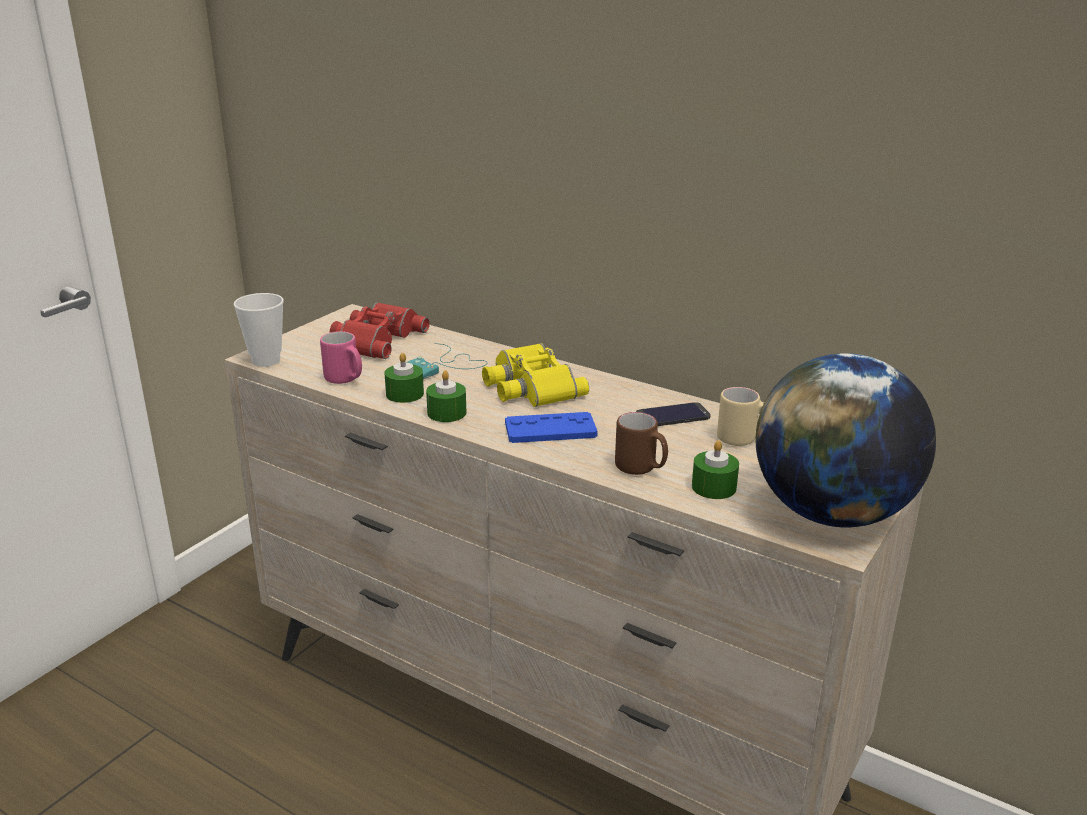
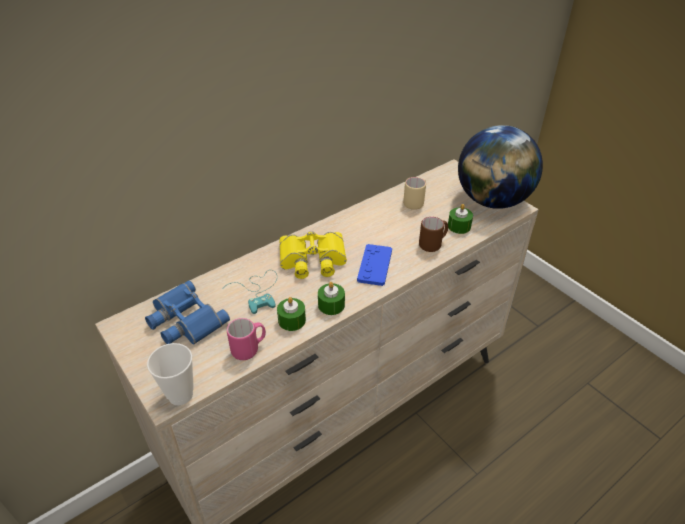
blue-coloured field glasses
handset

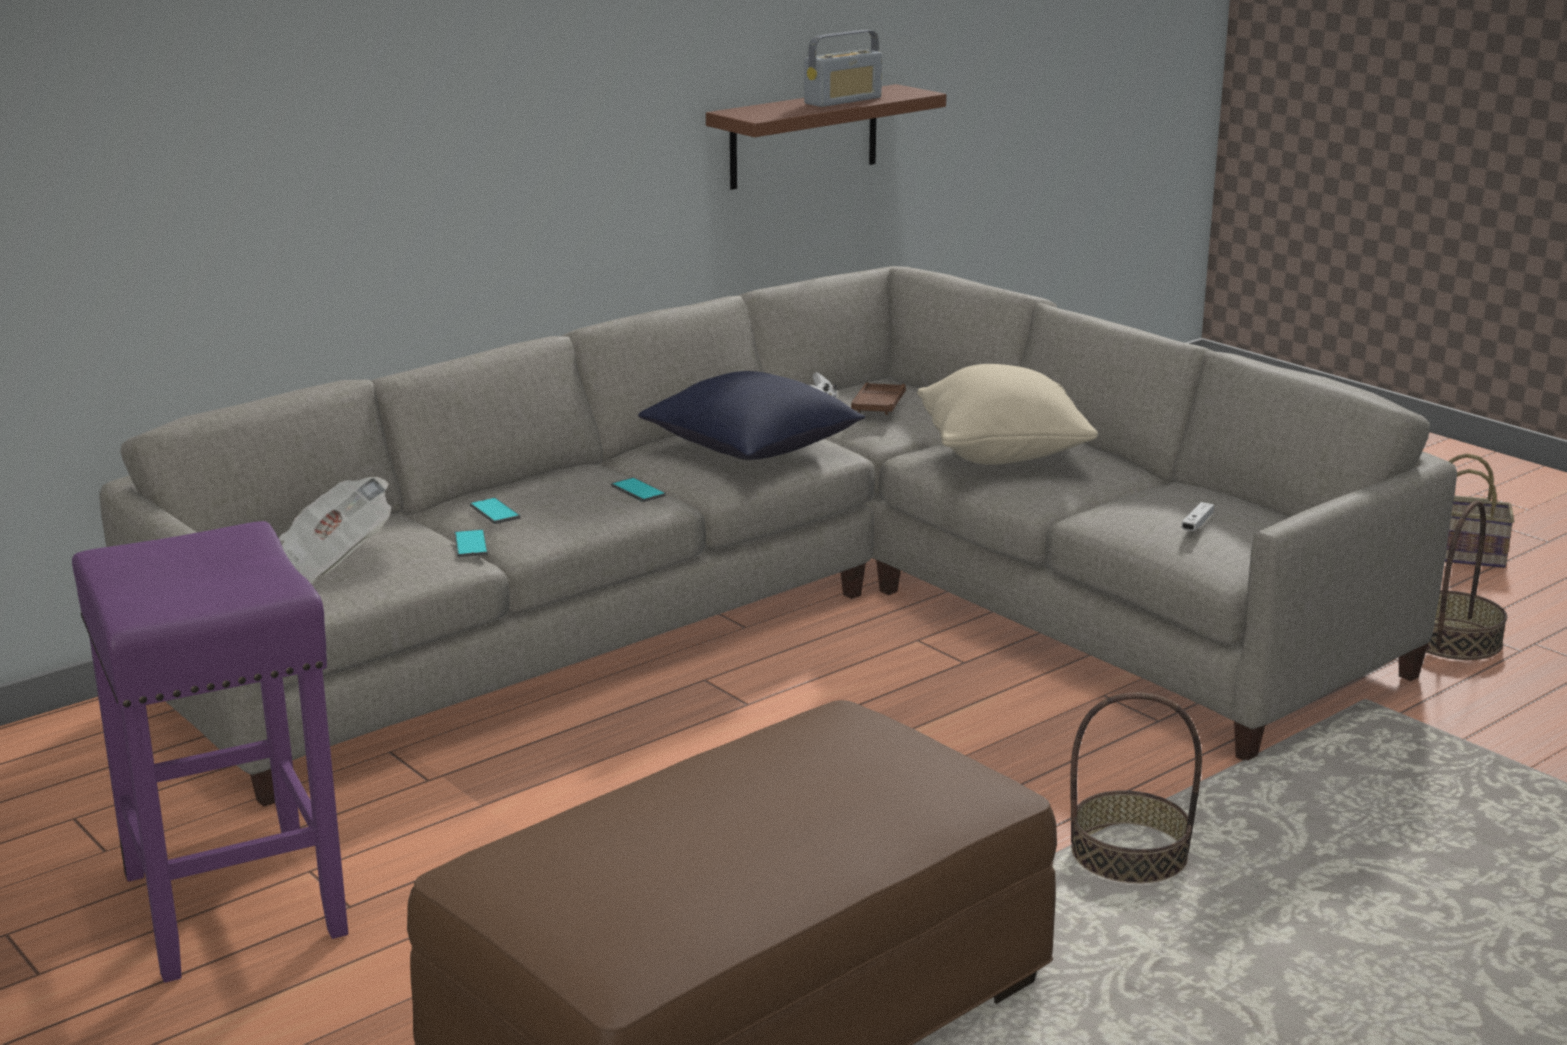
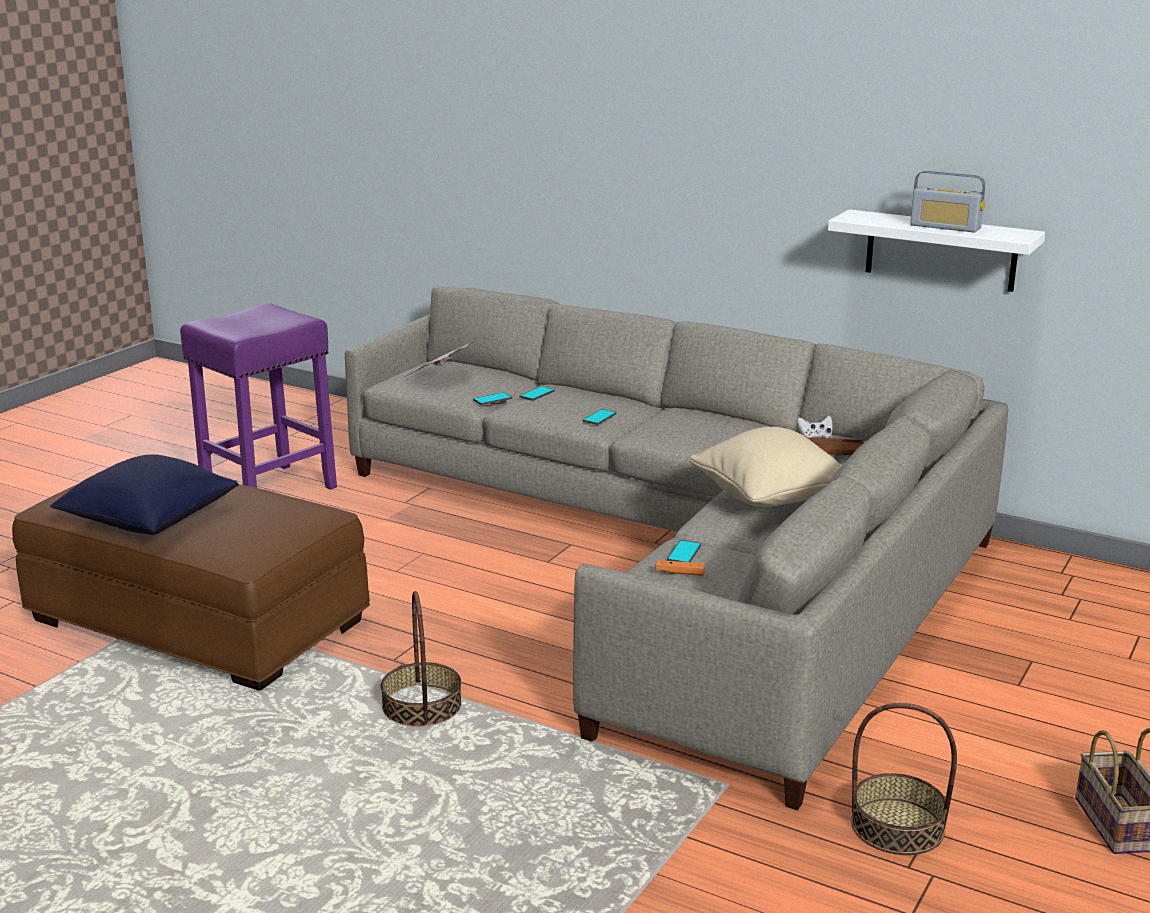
blue-coloured cushion
orange-coloured gamepad
handset (no. 4 from left)
white wall shelf

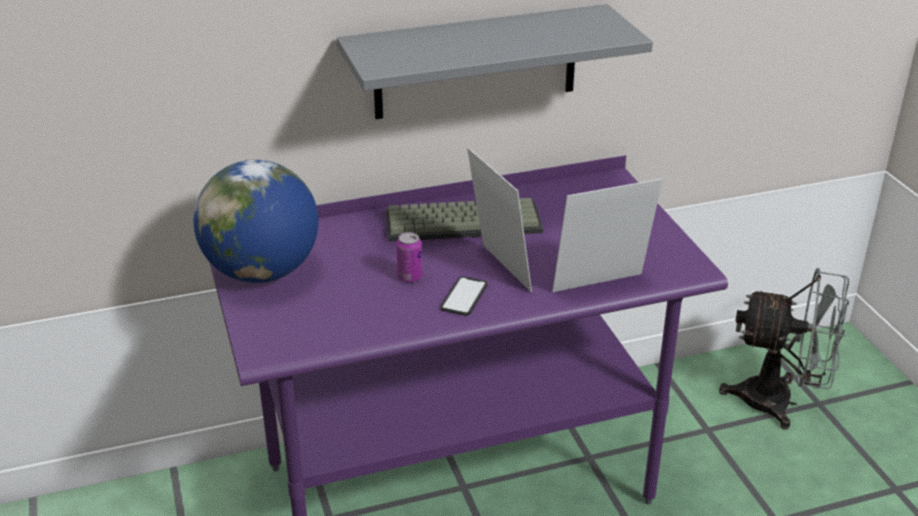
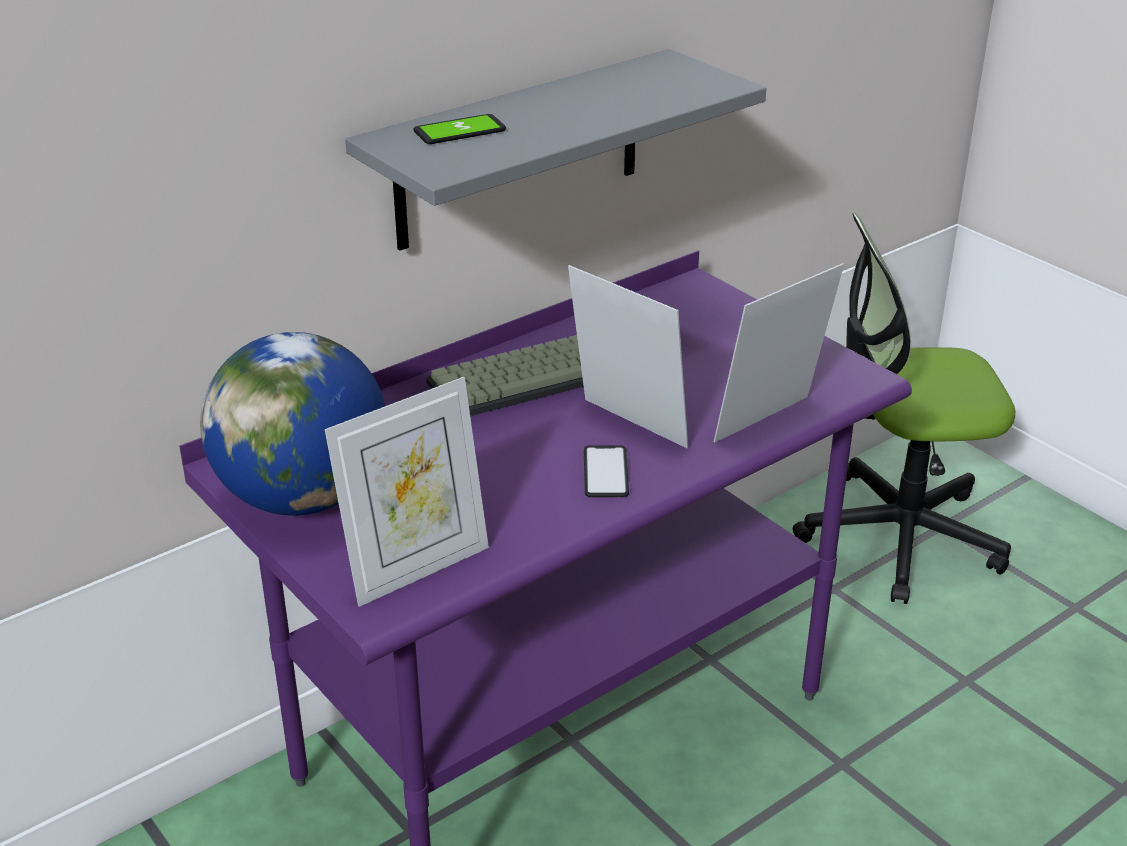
photo frame (no. 1 from left)
handset (no. 1 from left)
office chair
sealed can

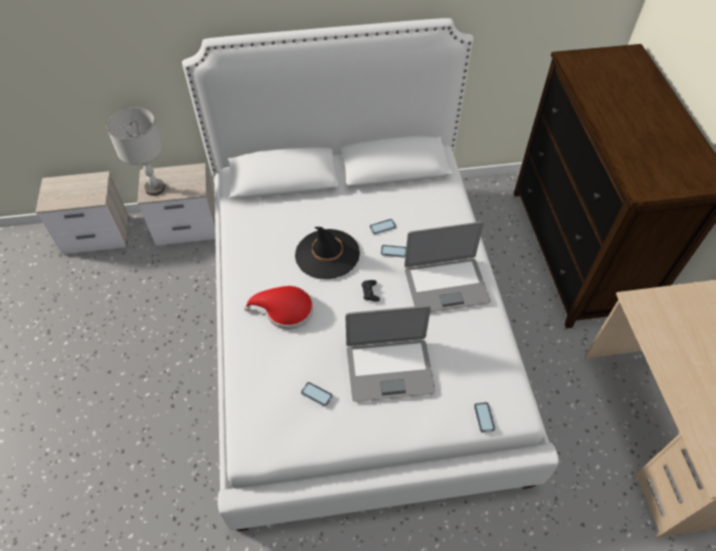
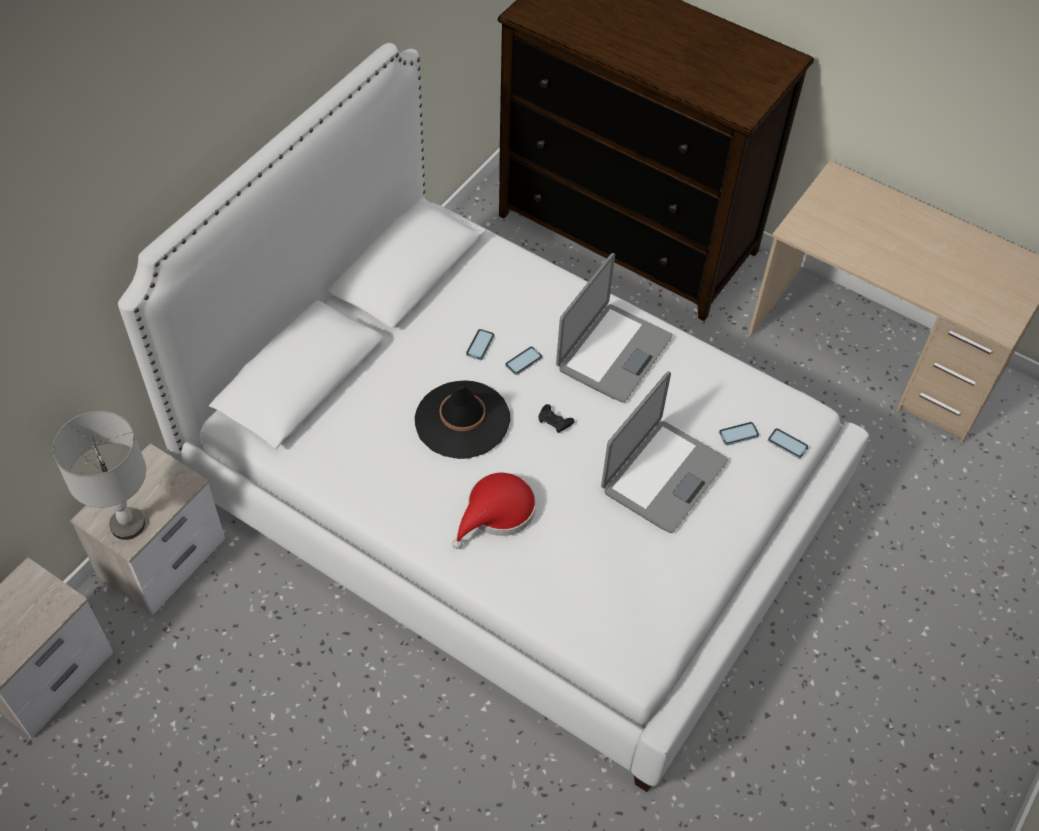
handset (no. 3 from left)

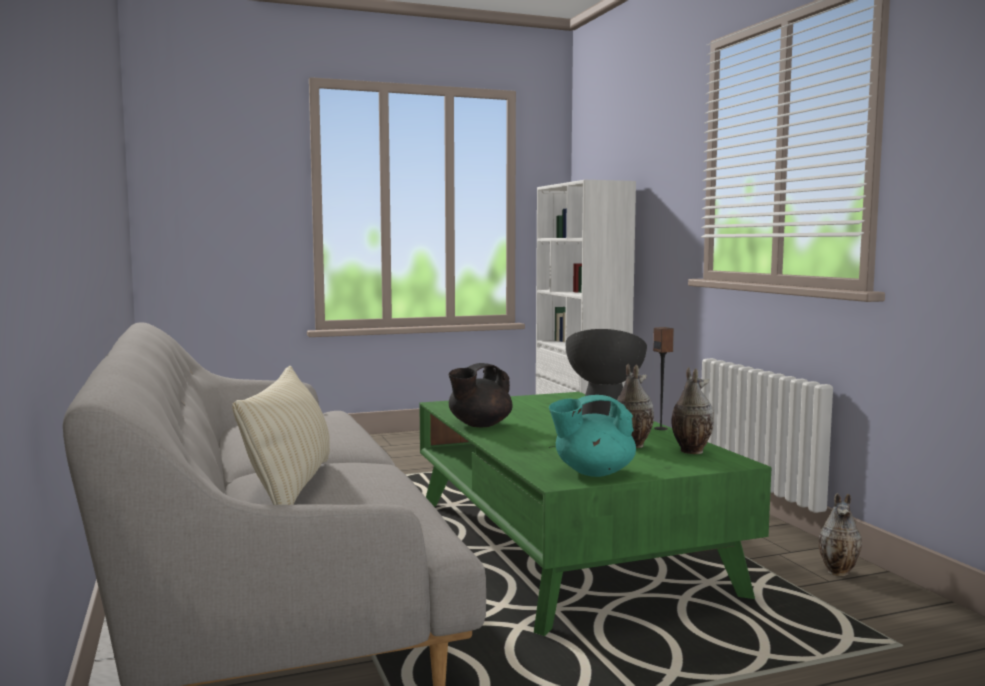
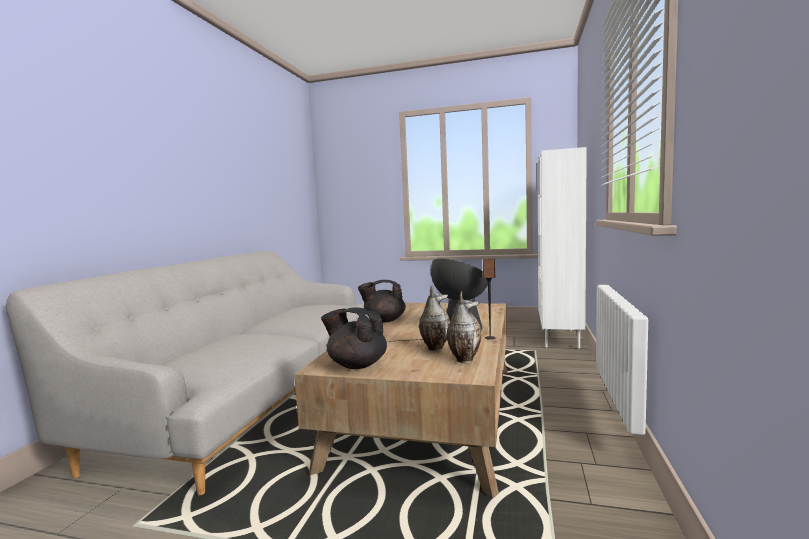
brown-coloured lounge table
black-coloured teapot (no. 1 from left)
beige cushion
flower vase (no. 3 from left in the first image)

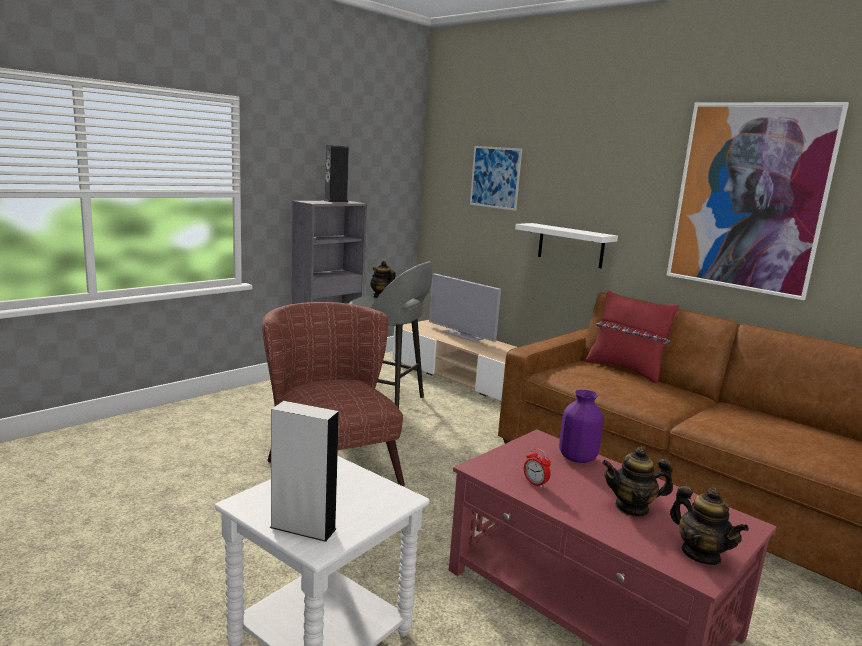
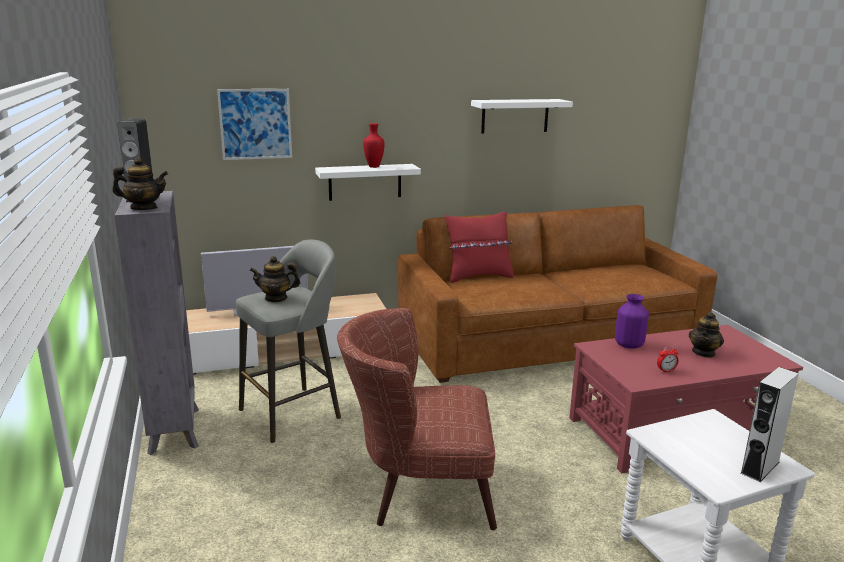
teapot (no. 1 from left)
red flower vase
white wall shelf (no. 2 from left)

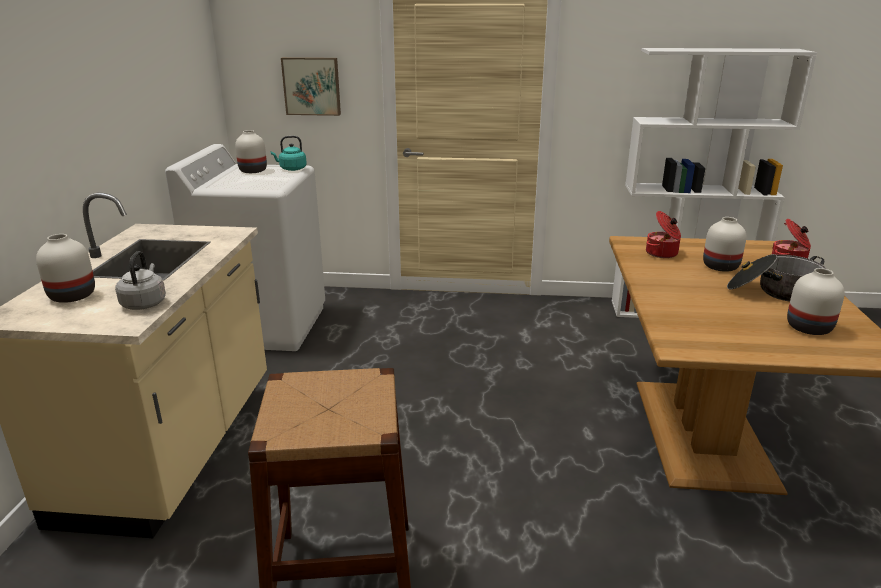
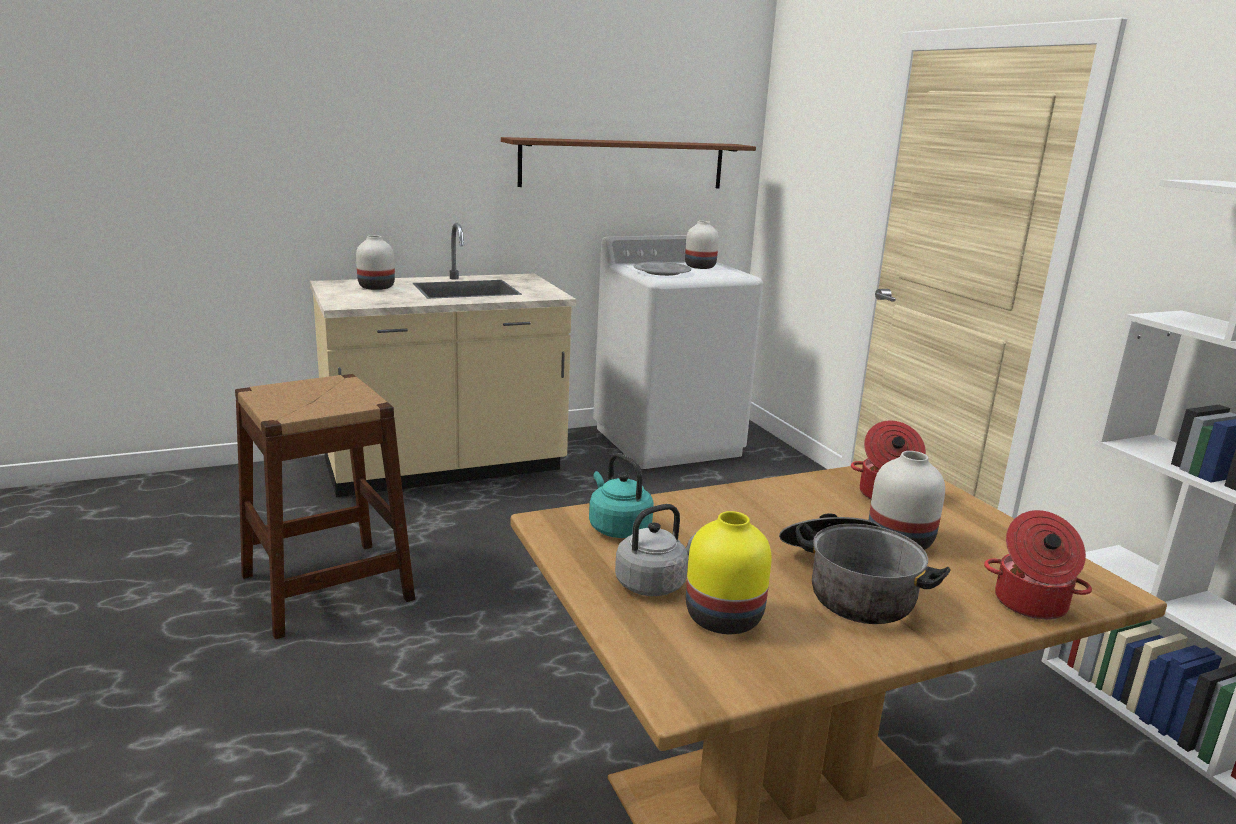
brown-coloured wall shelf
blue-green tea kettle
greyish tea kettle
greyish plate
yellowish flower vase
picture

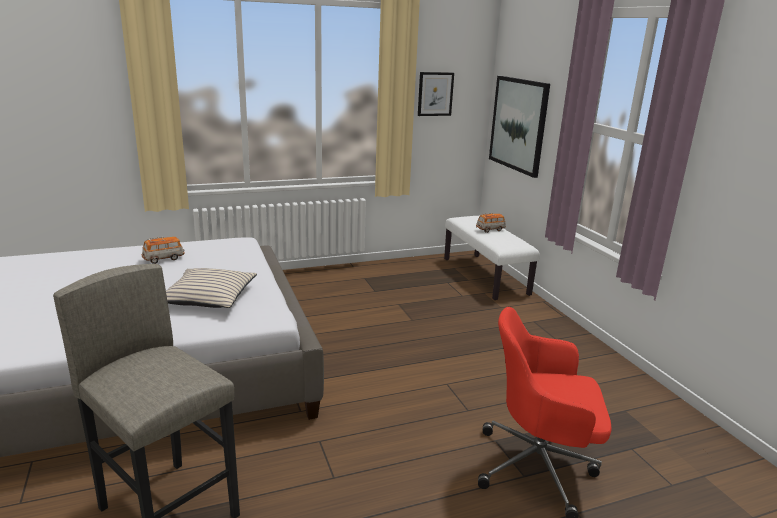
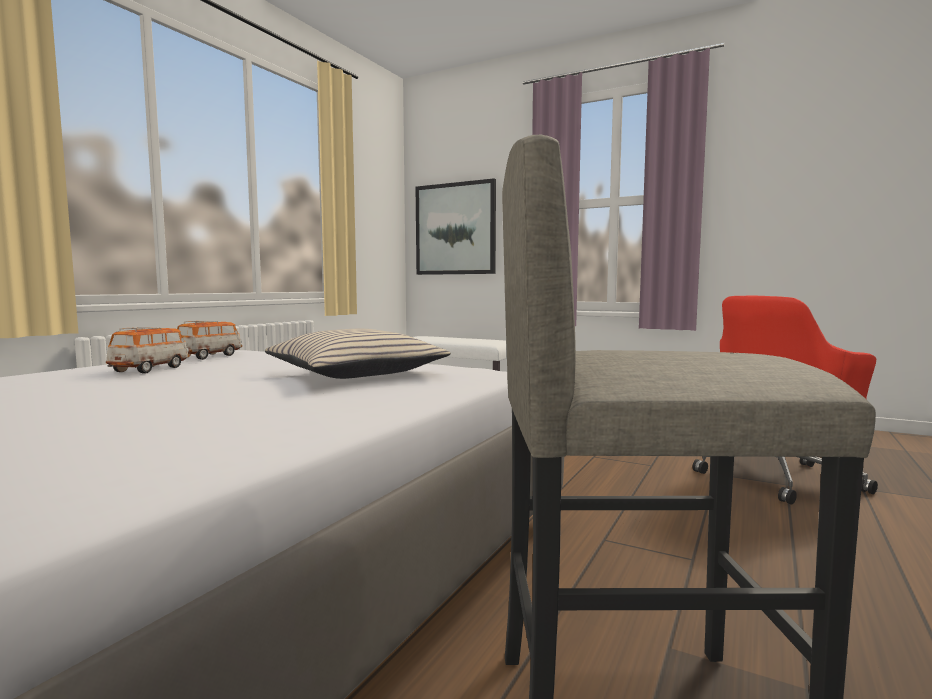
toy car (no. 2 from left)
picture (no. 1 from left in the first image)

